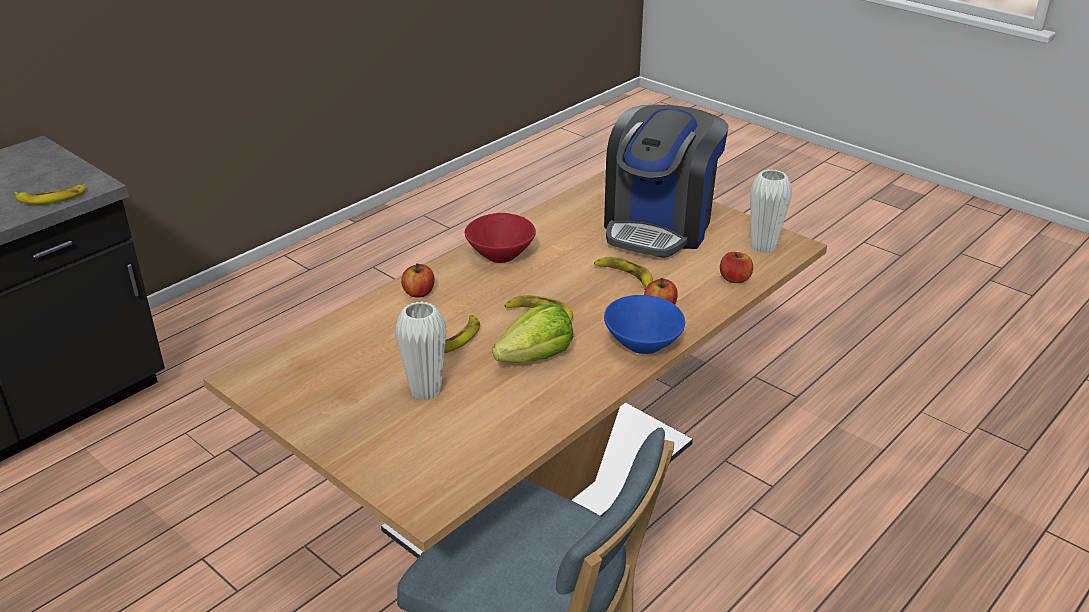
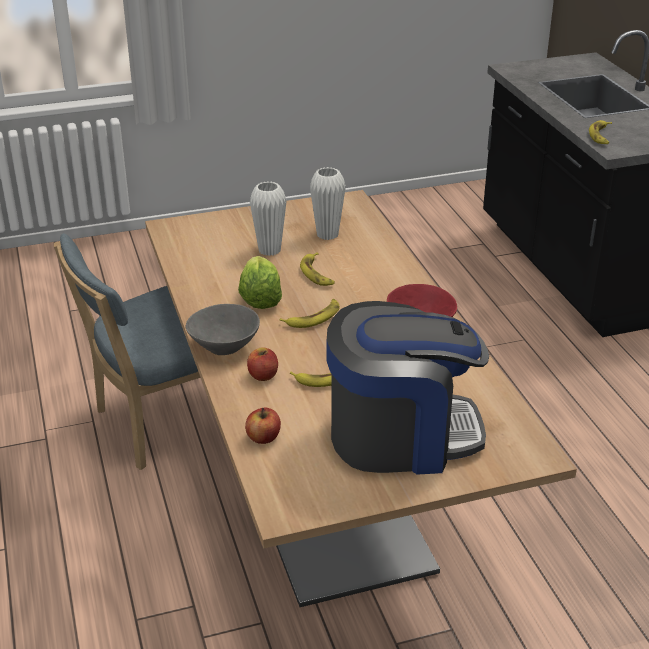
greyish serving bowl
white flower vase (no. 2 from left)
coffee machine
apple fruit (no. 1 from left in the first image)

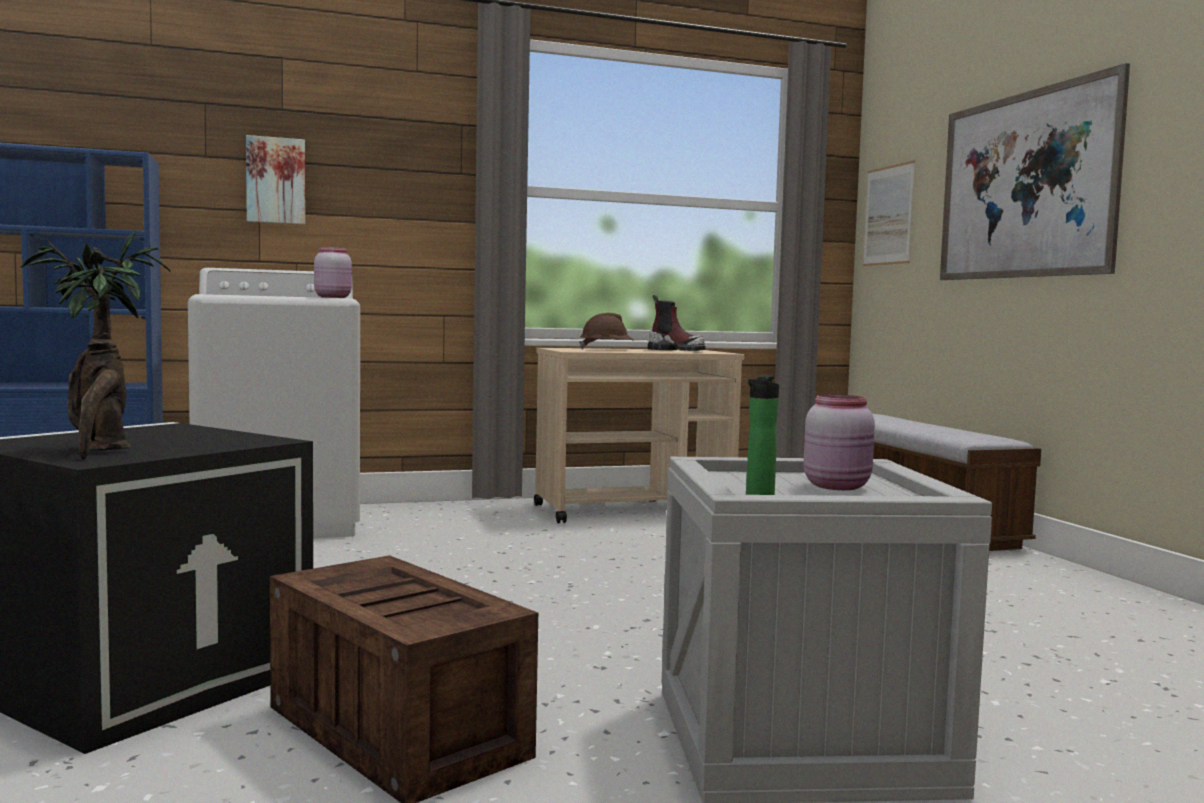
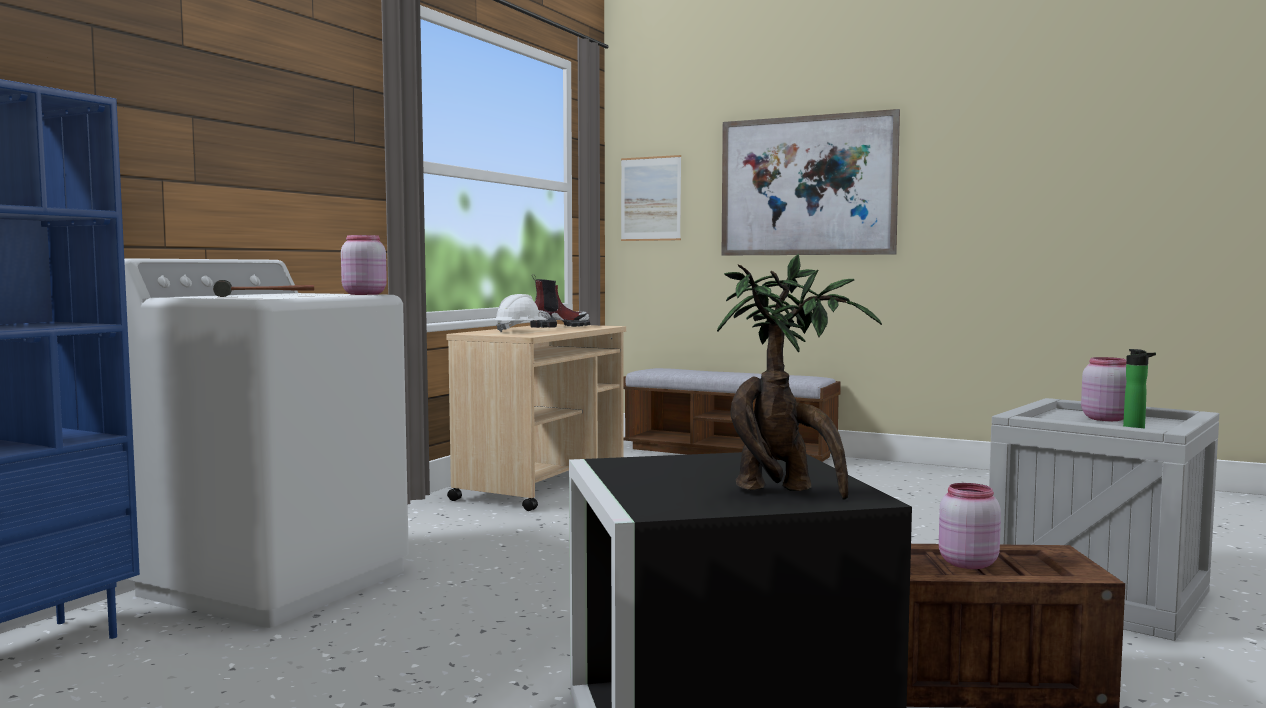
tool hammer
white hard hat
pink-coloured preserve jar (no. 2 from left)
picture (no. 1 from left in the first image)

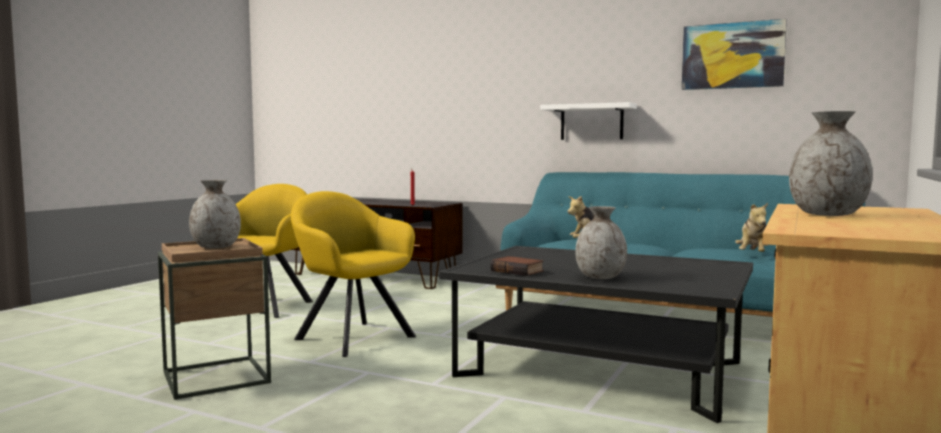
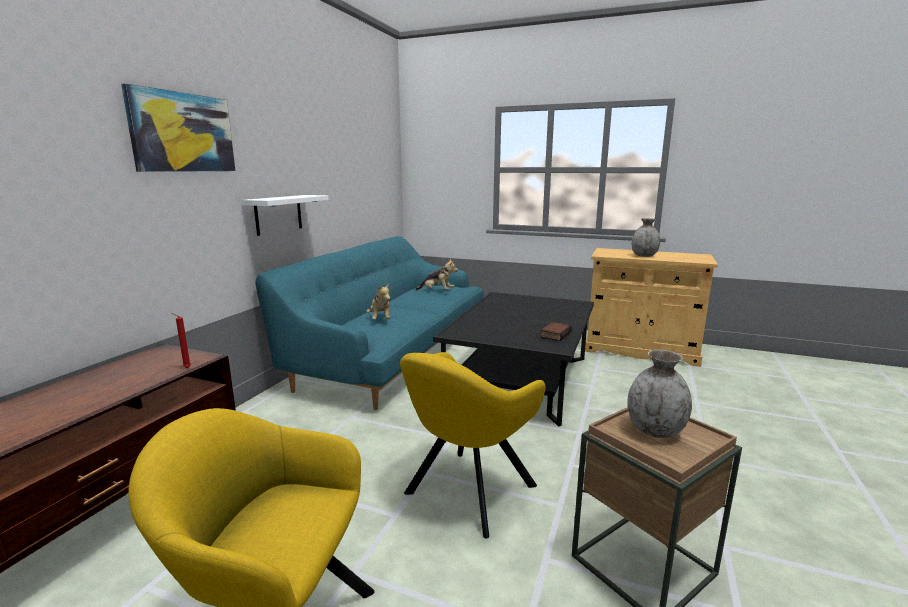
picture
greyish flower vase (no. 2 from left in the first image)

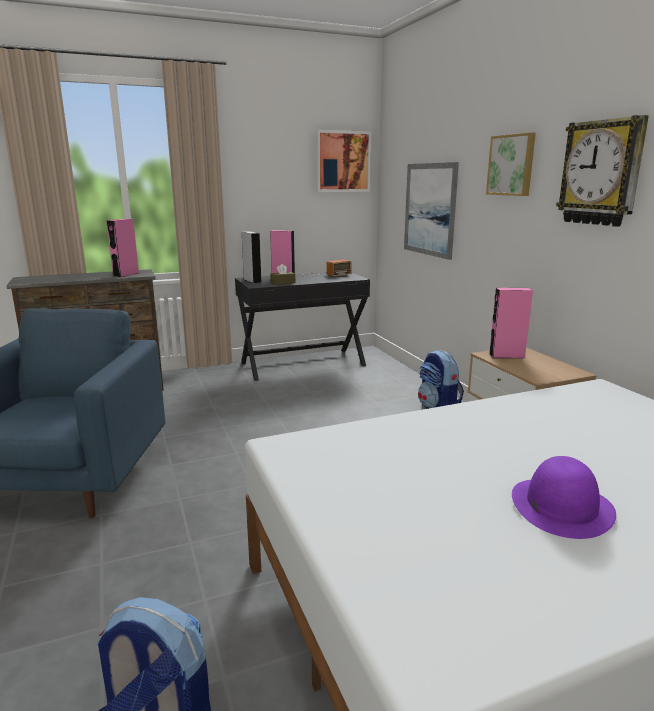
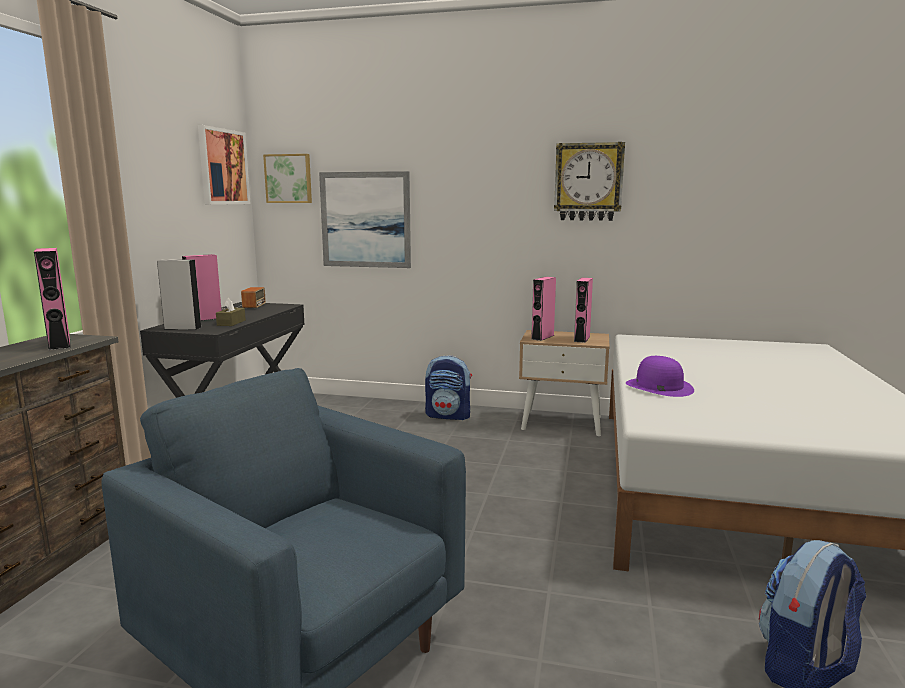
picture (no. 2 from left)
pink-coloured loudspeaker (no. 4 from left)
purple hat

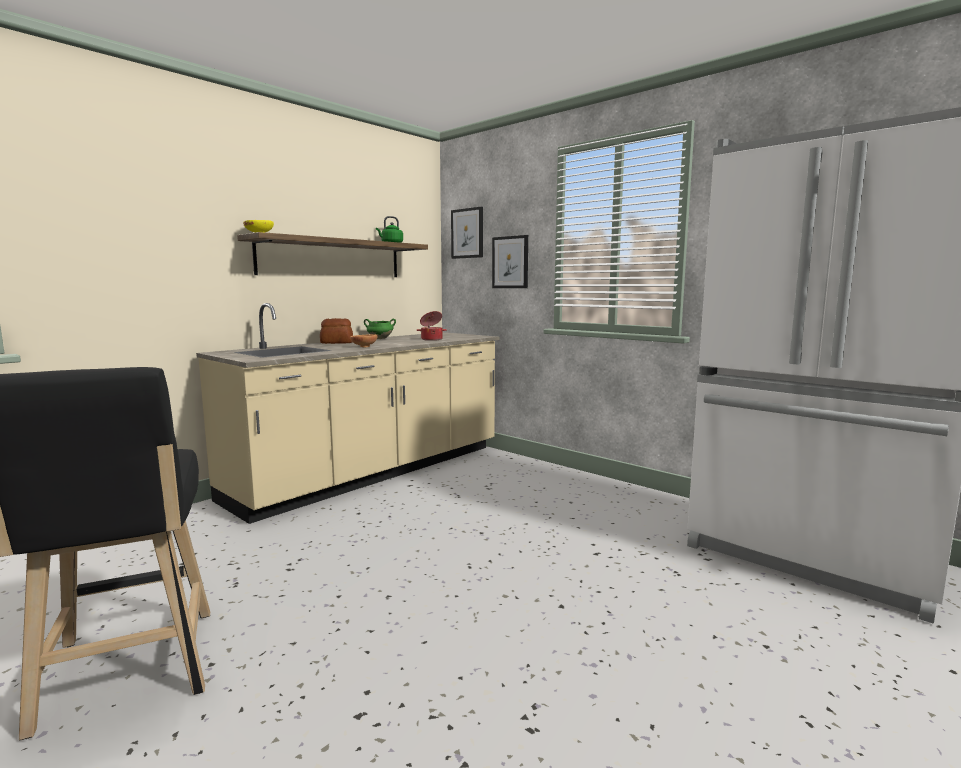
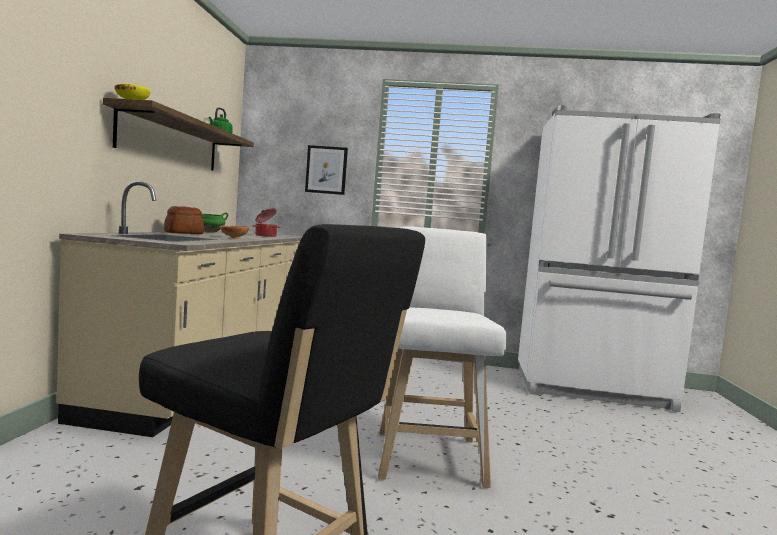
white stool seat
picture (no. 1 from left in the first image)

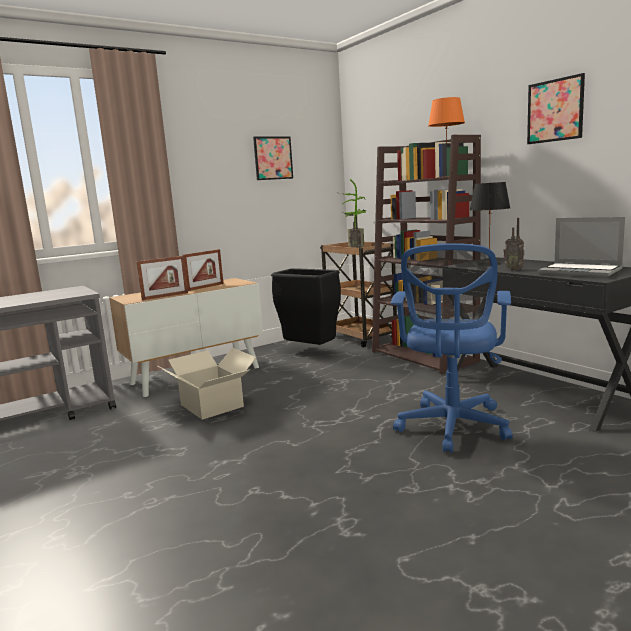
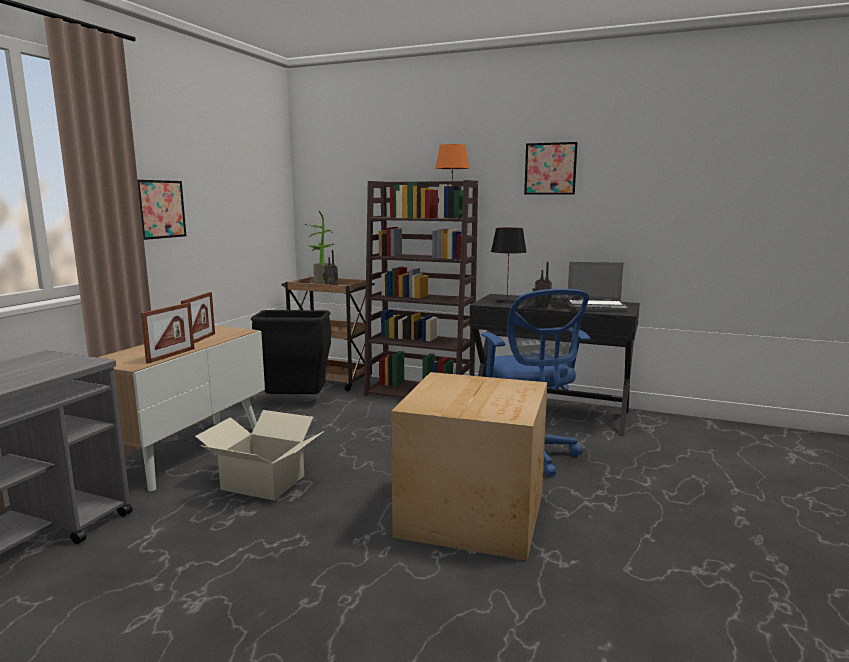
picture (no. 1 from left)
cardboard box (no. 2 from left)

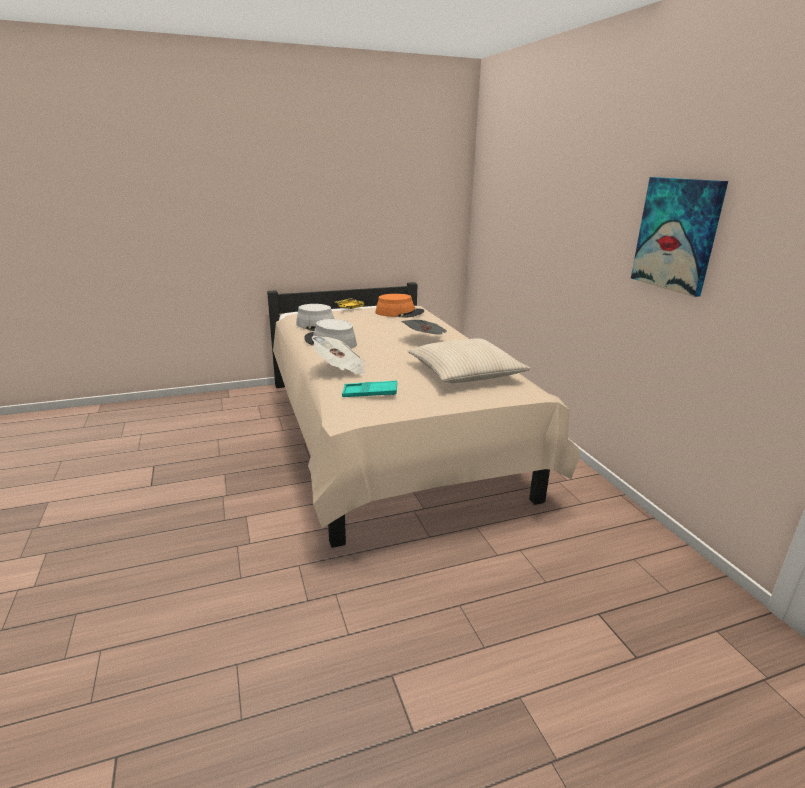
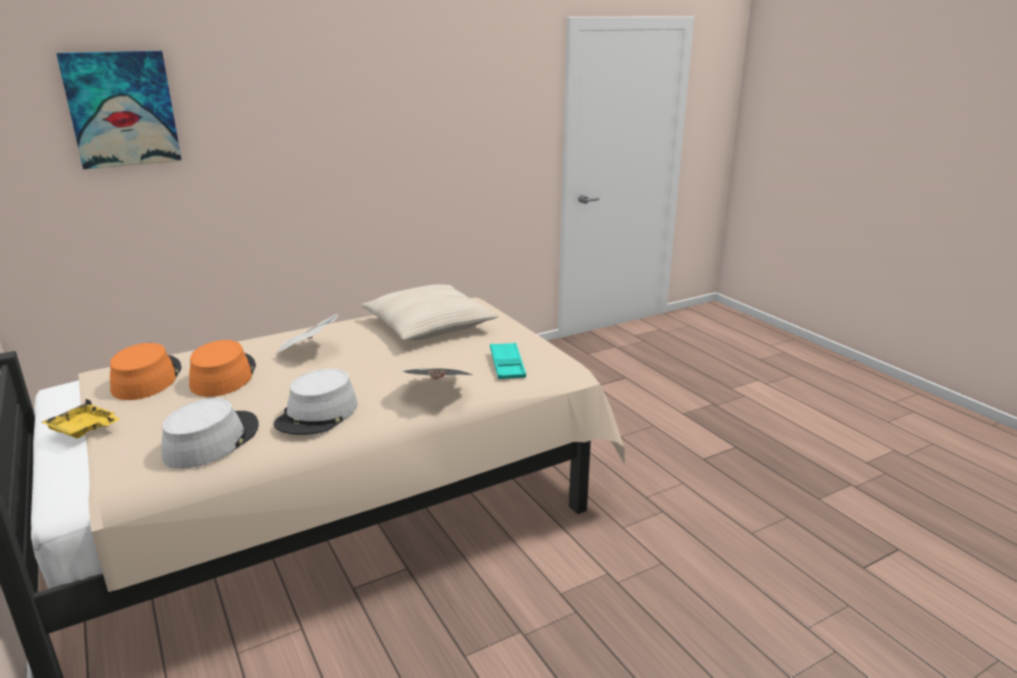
picture
orange-coloured hat (no. 2 from left)

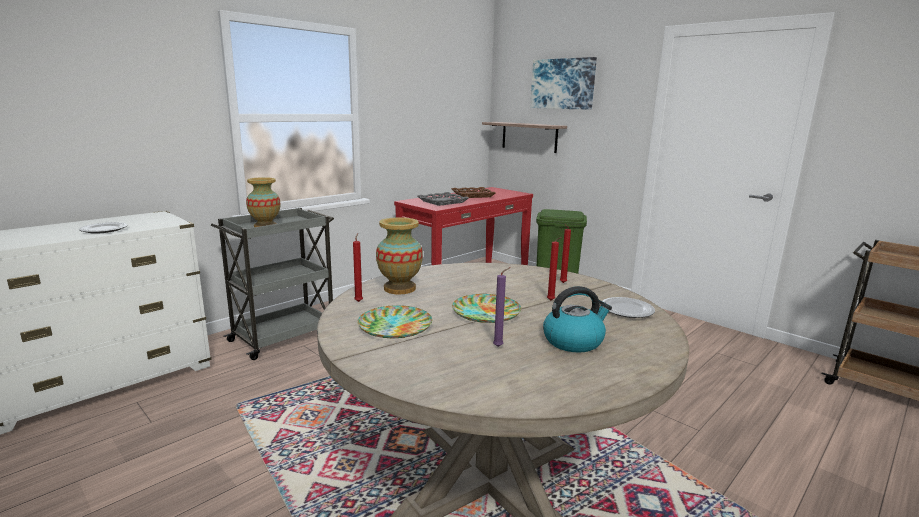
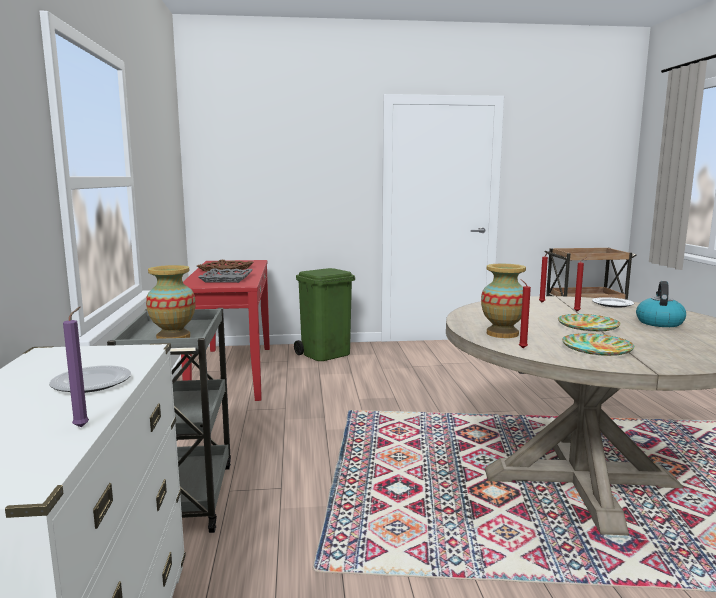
purple wax candle
wall shelf
picture

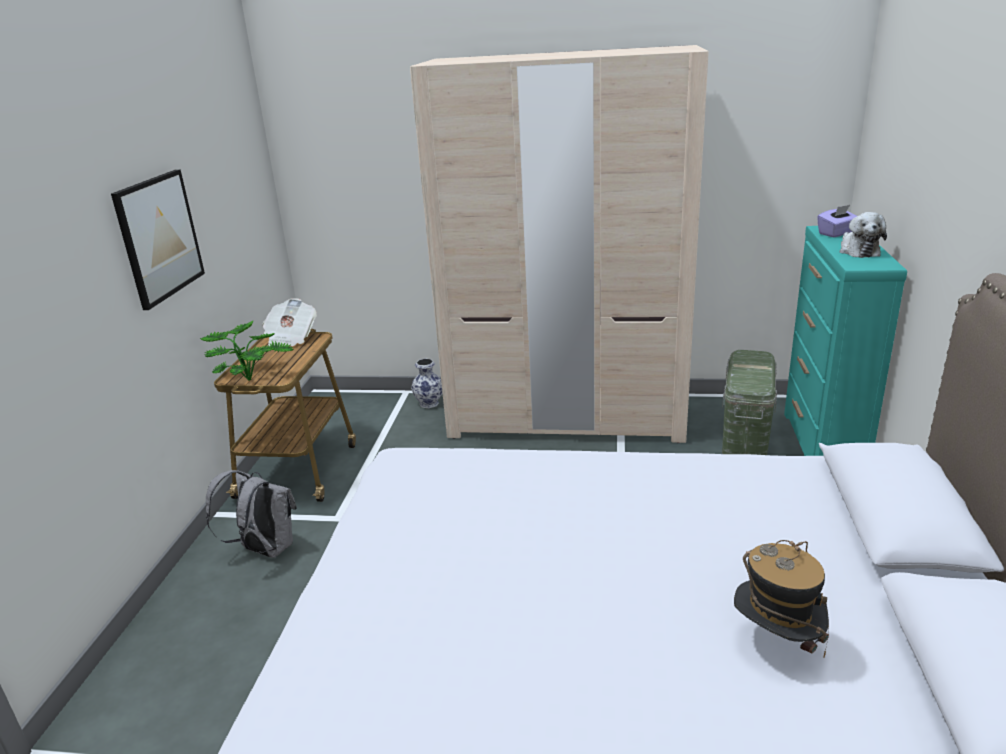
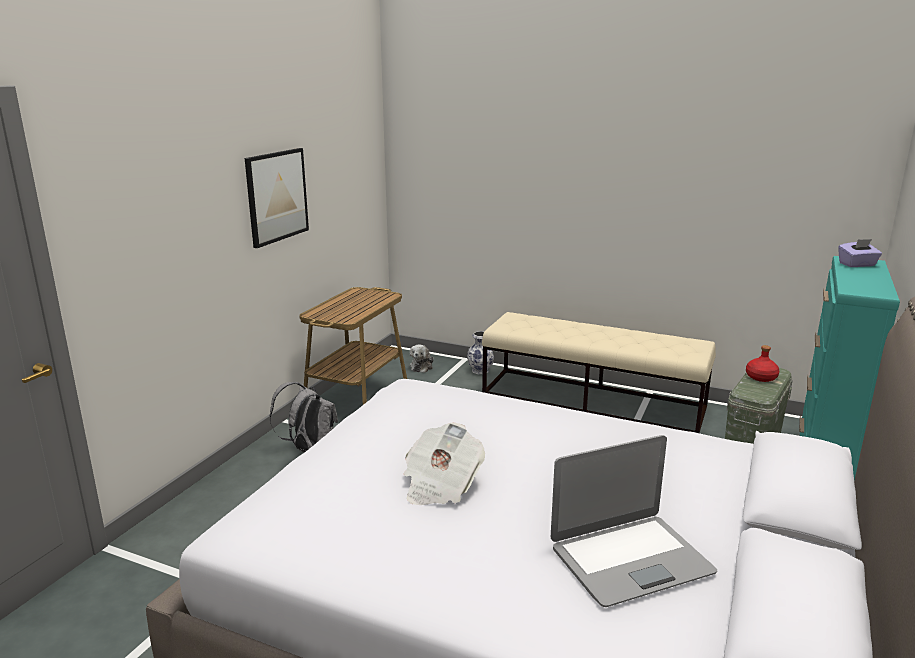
daily paper
soft toy
beige bench
laptop
red bottle
potted plant

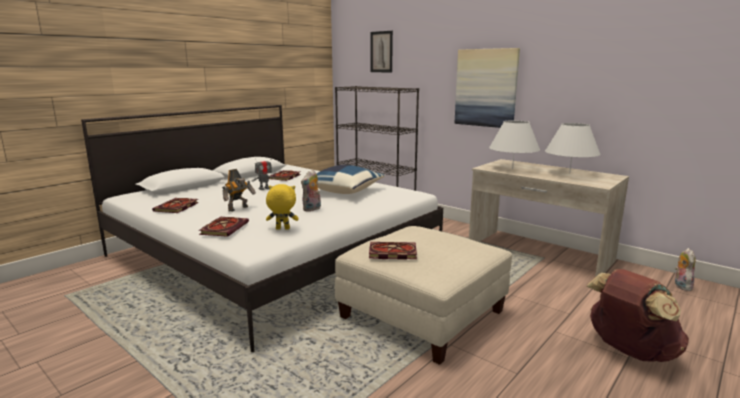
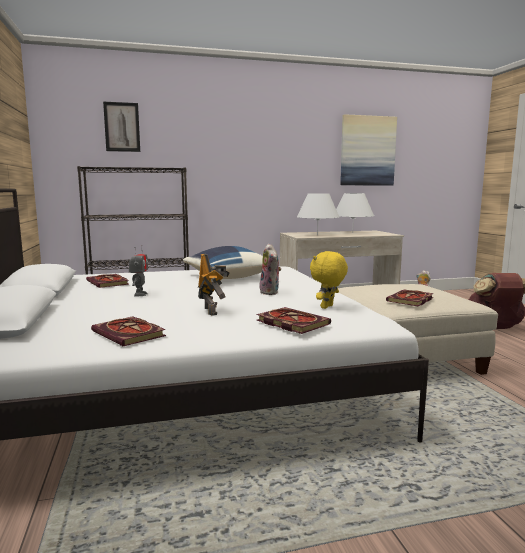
picture (no. 2 from left)

